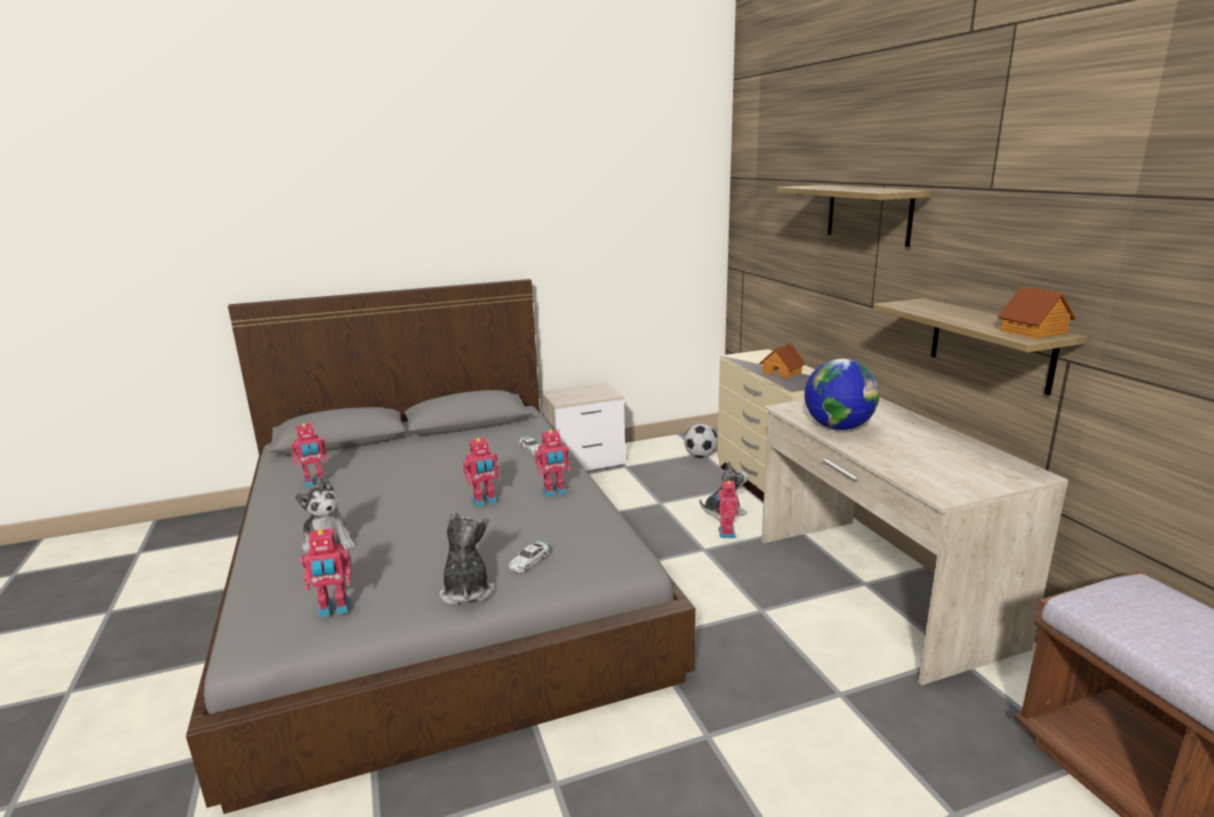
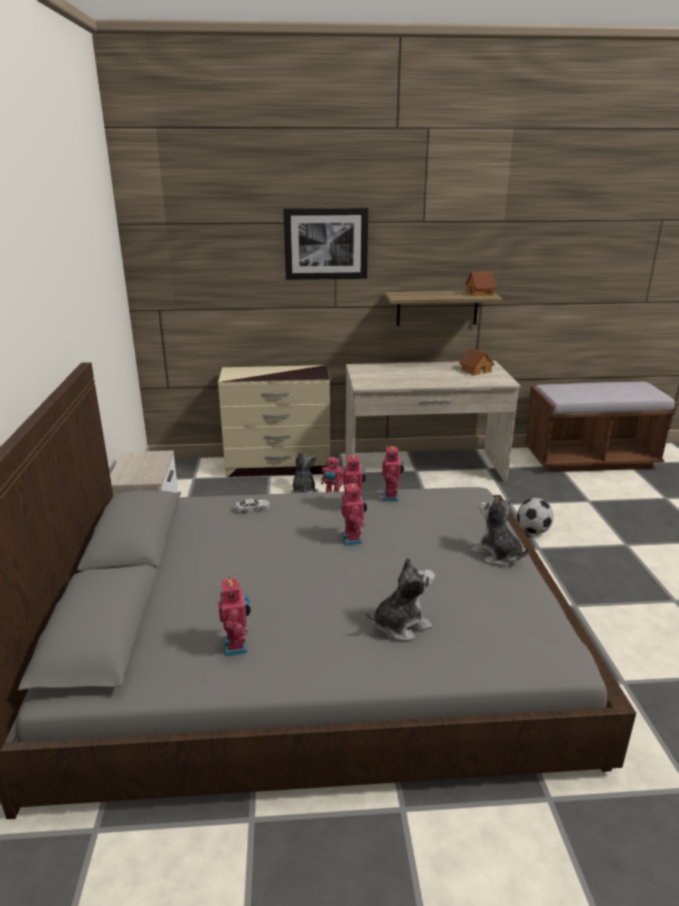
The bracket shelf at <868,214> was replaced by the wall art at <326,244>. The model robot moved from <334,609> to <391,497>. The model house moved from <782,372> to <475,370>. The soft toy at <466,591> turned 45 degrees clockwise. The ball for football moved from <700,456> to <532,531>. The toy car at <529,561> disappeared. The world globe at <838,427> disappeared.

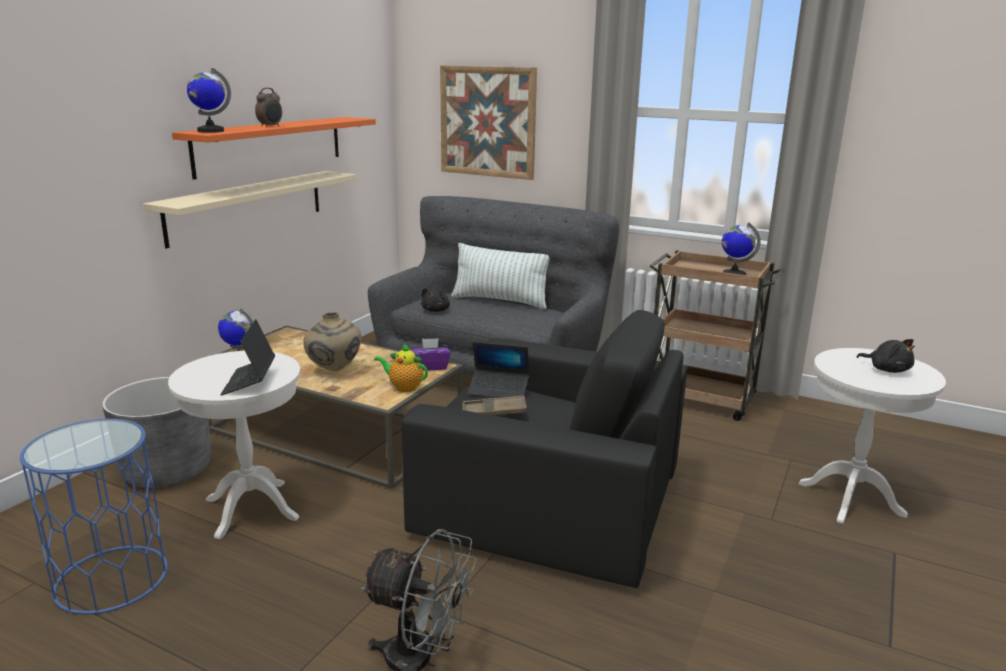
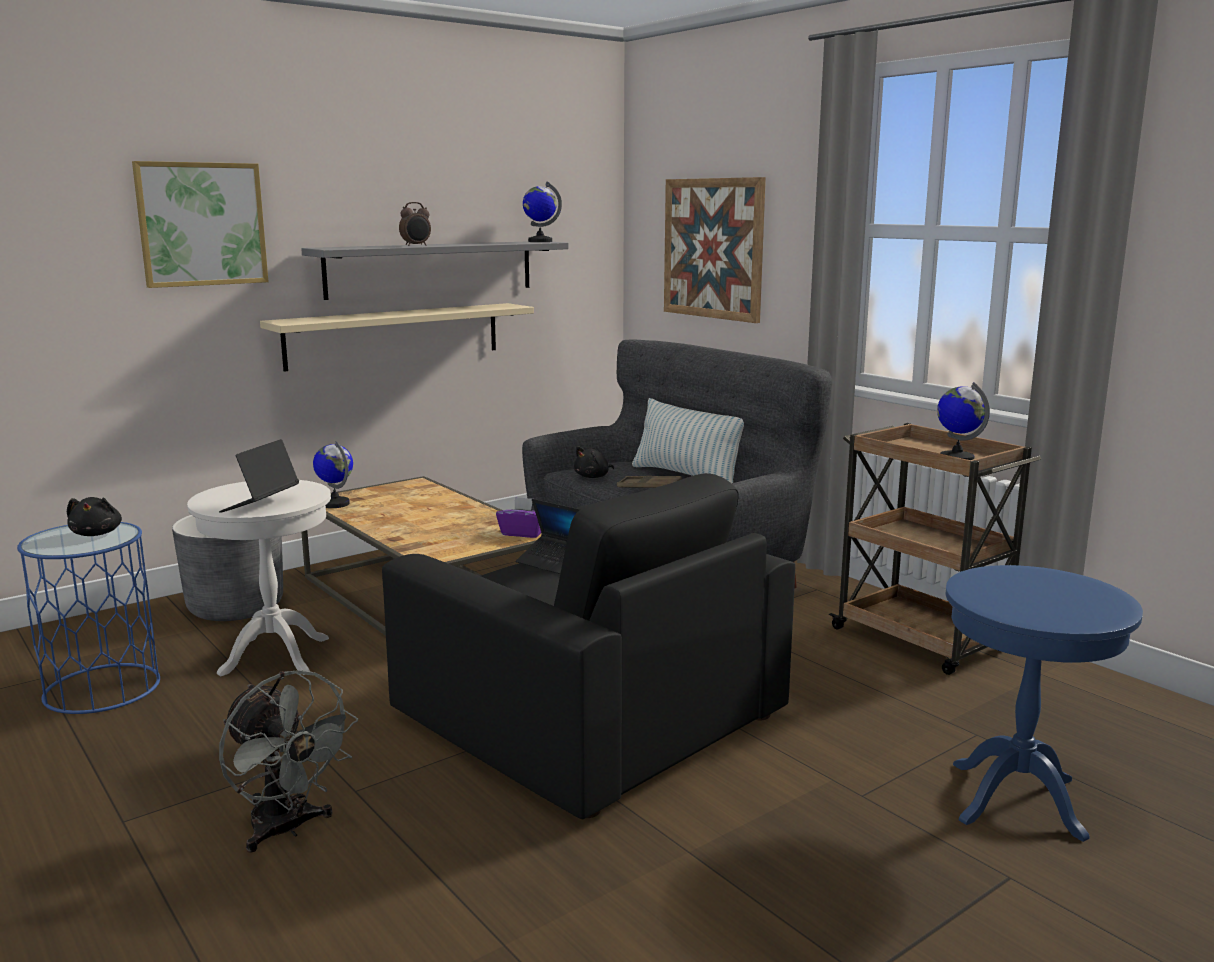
The soft toy (black-coloured) moved from <887,369> to <97,534>. The wall art at <202,224> appeared. The bracket shelf (orange-coloured) at <271,145> became the bracket shelf (gray) at <431,268>. The world globe moved from <210,131> to <540,241>. The carrying tray (brown) moved from <494,412> to <649,487>. The side table (white-coloured) at <851,499> became the side table (blue-coloured) at <1017,800>. The flower vase (beige) at <334,370> disappeared. The pot for tea at <404,387> disappeared.

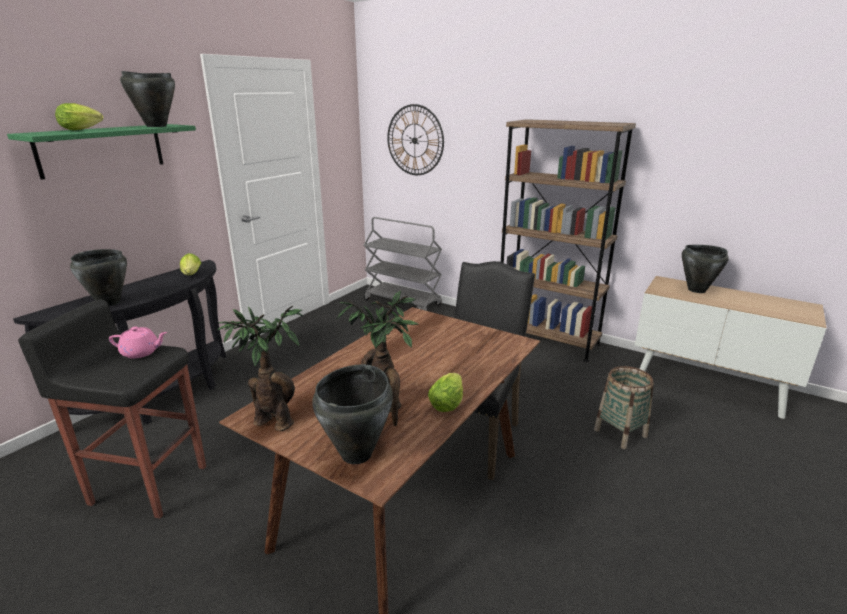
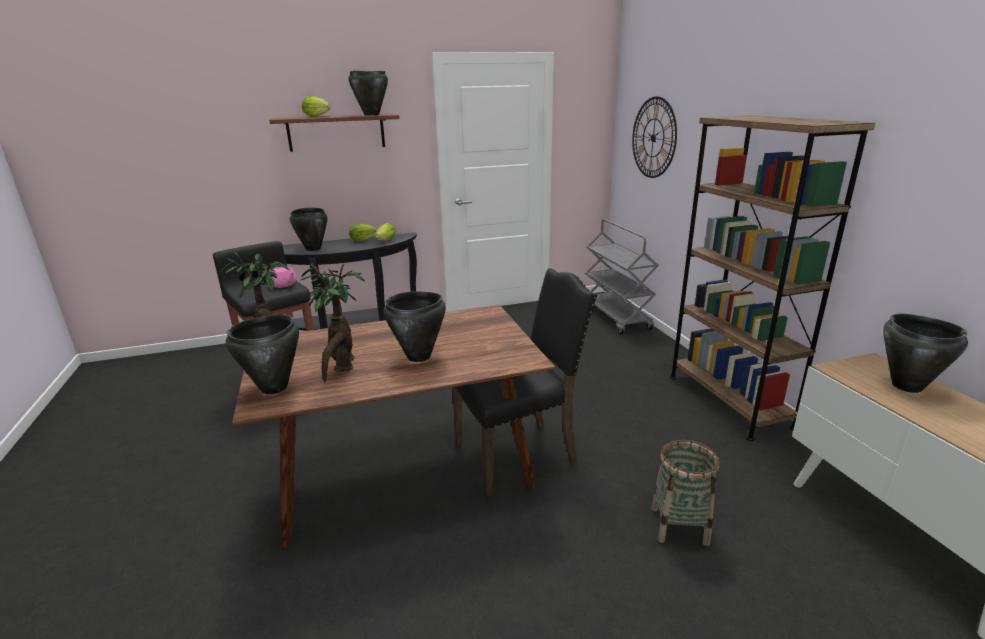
The bracket shelf (green) at <102,150> became the bracket shelf (brown) at <336,132>. The head of lettuce moved from <448,403> to <364,240>. The stockpot (black-coloured) at <419,357> appeared.

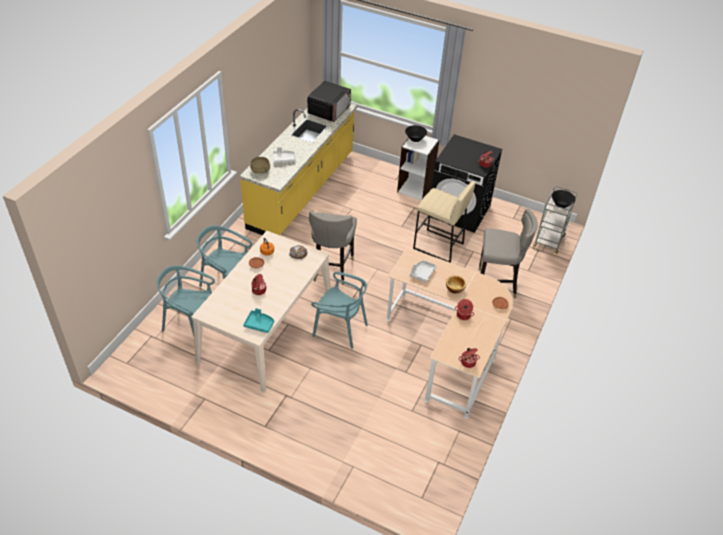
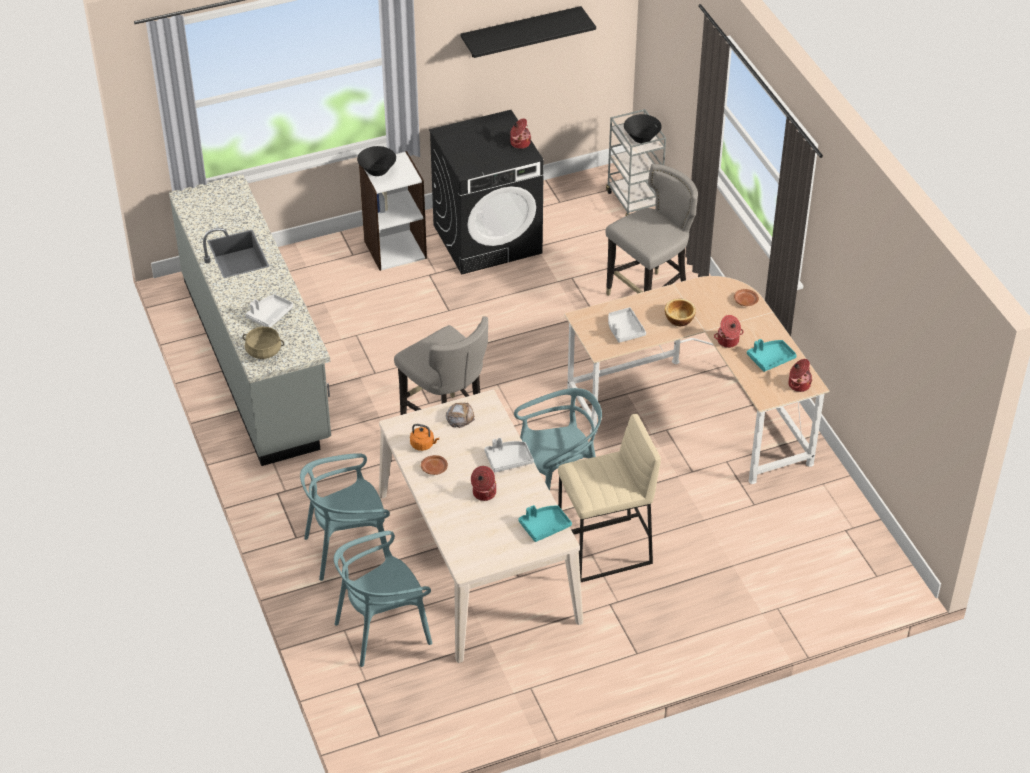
The kitchen base unit (yellow) at <302,190> became the kitchen base unit (gray) at <257,359>. The bracket shelf (black-coloured) at <521,32> appeared. The carrying tray (gray) at <508,459> appeared. The stool seat (beige) moved from <438,246> to <605,551>. The carrying tray (turquoise-coloured) at <770,359> appeared. The microwave at <329,110> disappeared.

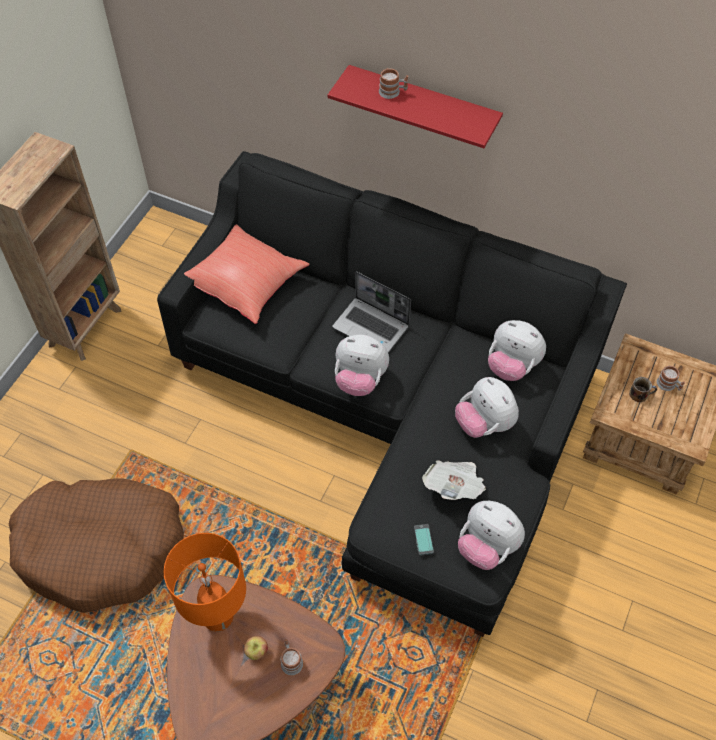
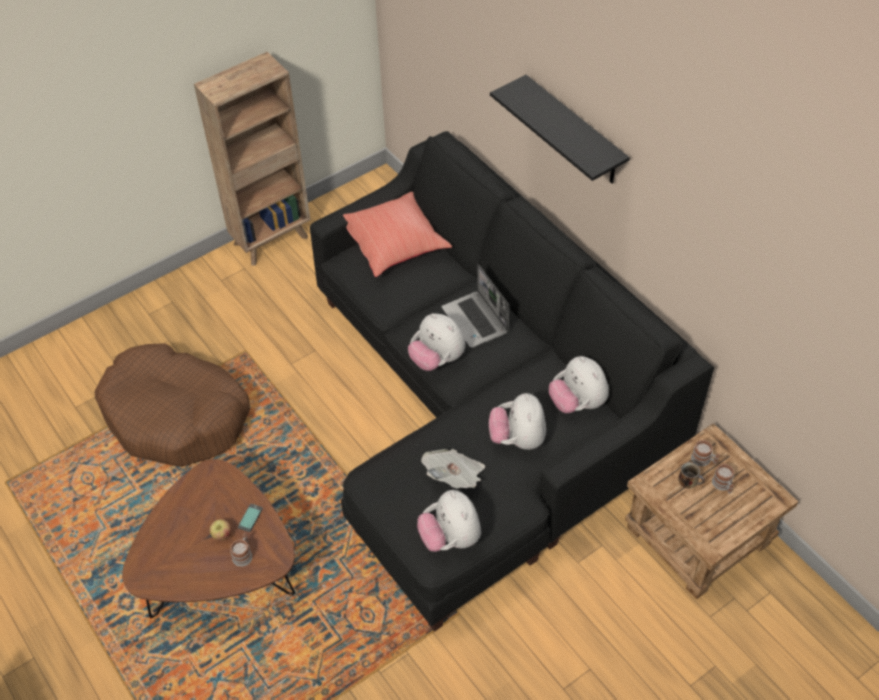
The handset moved from <423,539> to <250,518>. The bracket shelf (red-coloured) at <423,107> became the bracket shelf (black-coloured) at <574,132>. The mug moved from <393,92> to <704,460>. The lamp for a table (orange-coloured) at <217,618> disappeared.

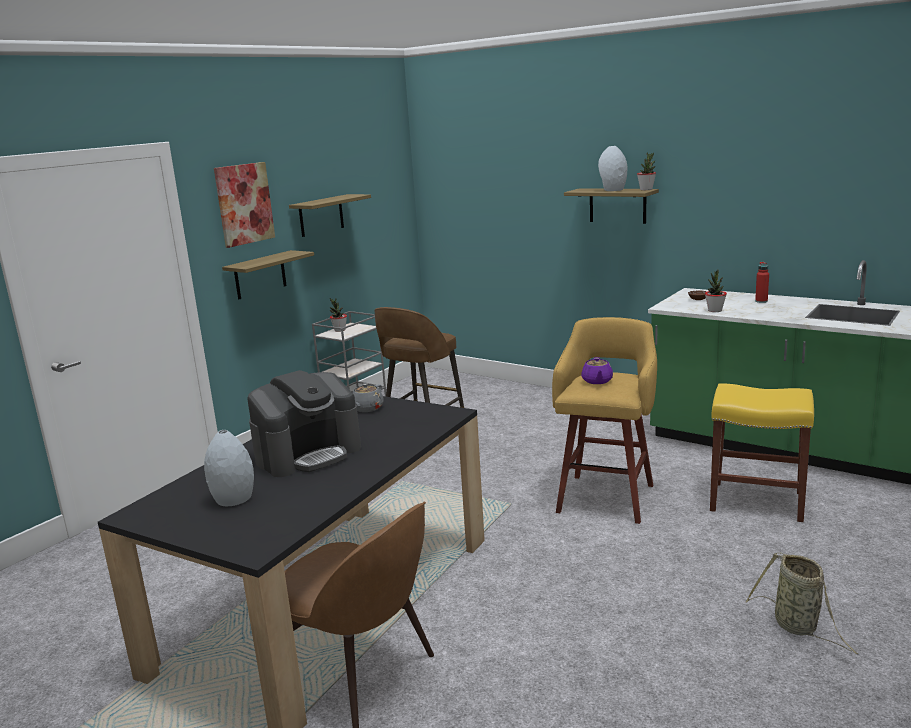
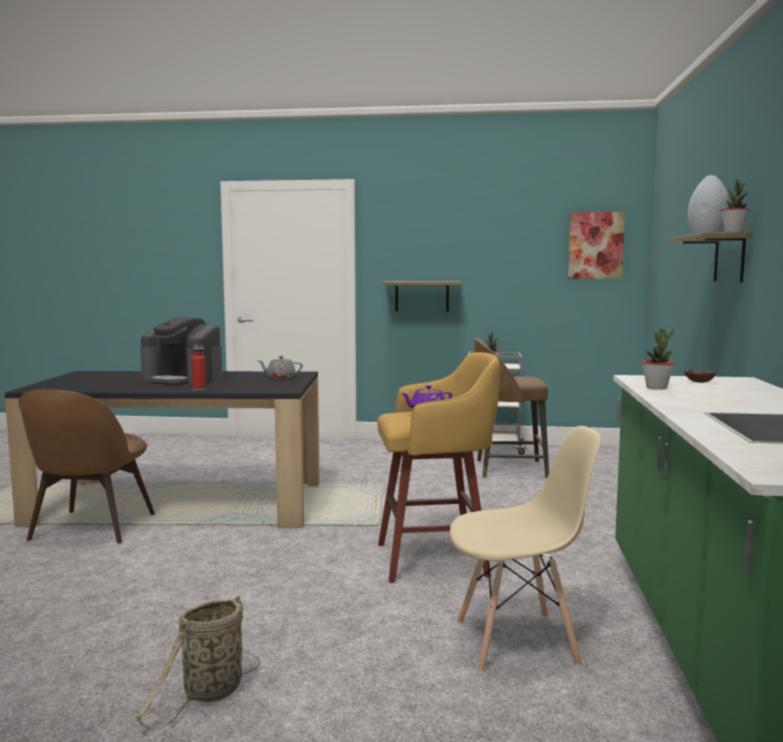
The drink bottle (red-coloured) moved from <761,301> to <199,389>. The stool seat (yellow) at <758,501> was replaced by the upright chair (beige) at <518,642>. The wall art moved from <244,204> to <595,245>. The flower vase (gray) at <232,499> disappeared. The bracket shelf at <321,215> disappeared.

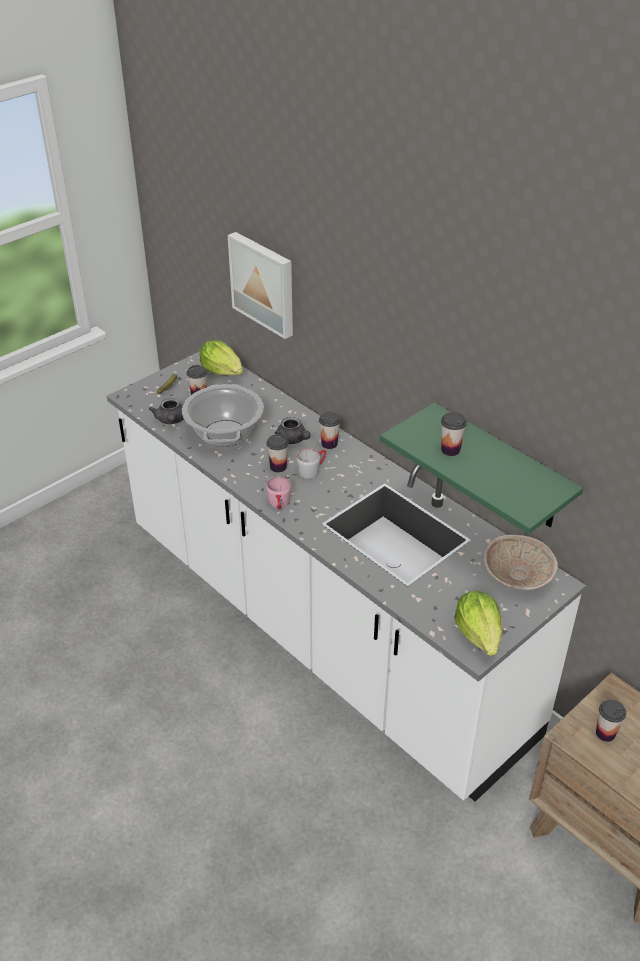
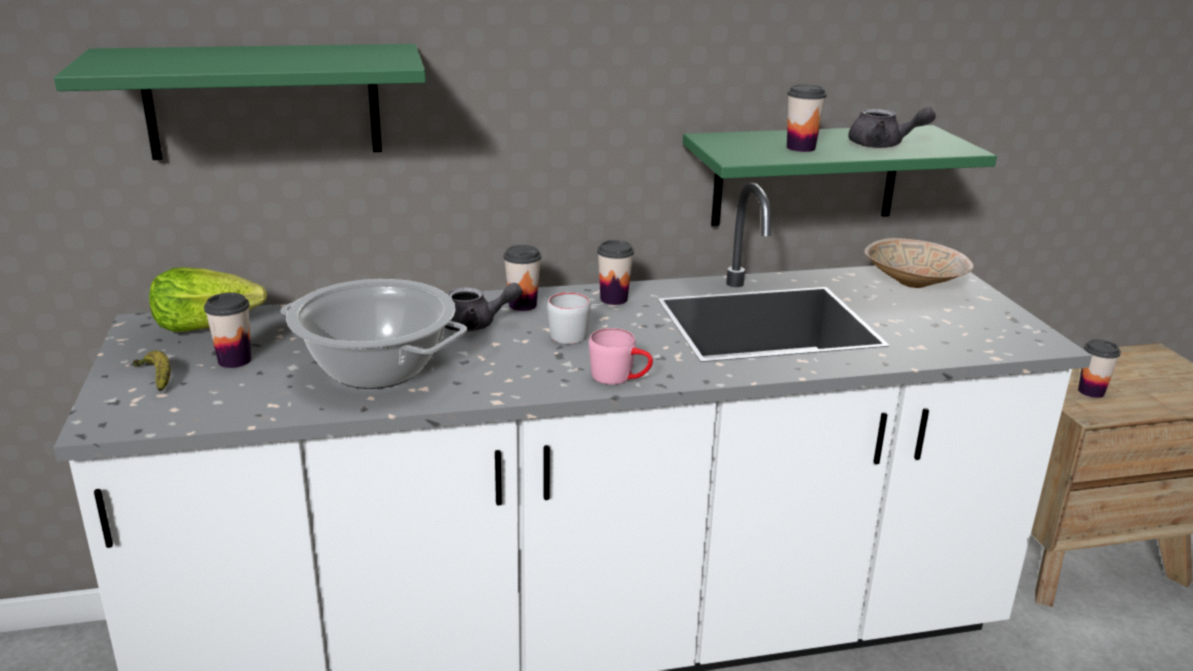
The wall art at <264,283> was replaced by the bracket shelf (green) at <263,101>. The drinking cup moved from <278,467> to <614,299>. The pot for tea (gray) moved from <171,420> to <883,145>. The head of lettuce at <479,635> disappeared.

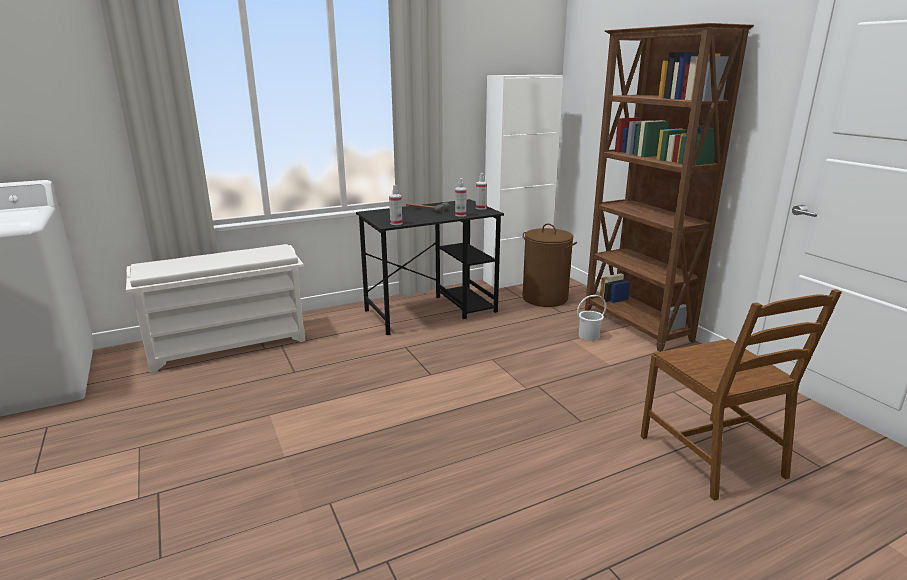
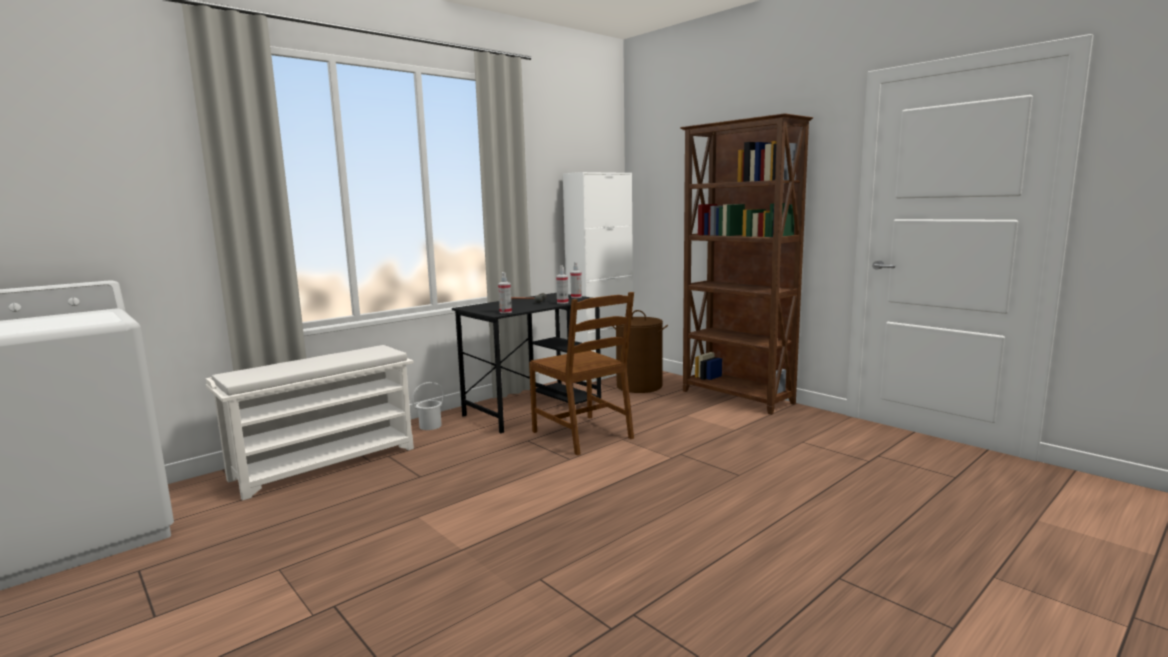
The water bucket (white-coloured) moved from <588,336> to <430,426>. The upright chair (brown) moved from <713,456> to <584,435>.

